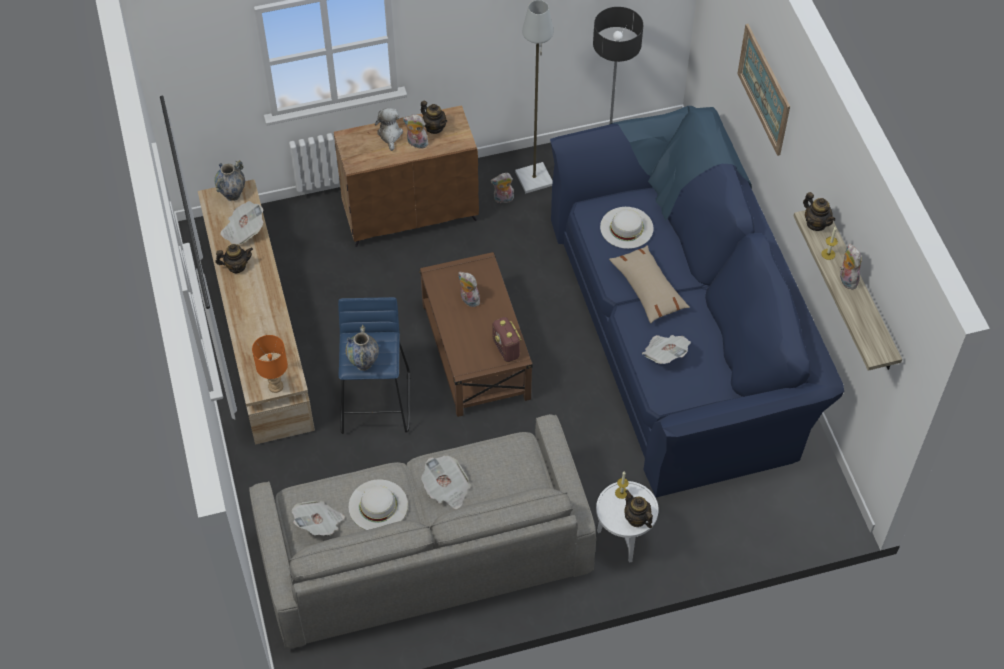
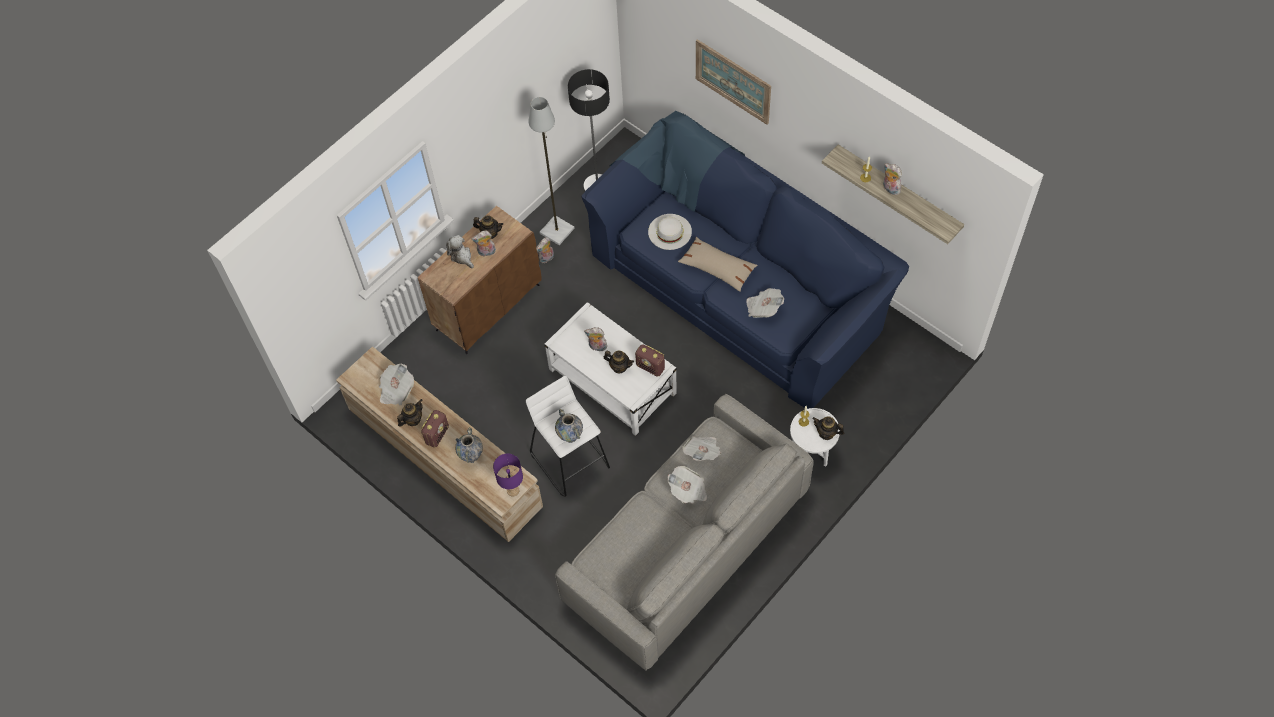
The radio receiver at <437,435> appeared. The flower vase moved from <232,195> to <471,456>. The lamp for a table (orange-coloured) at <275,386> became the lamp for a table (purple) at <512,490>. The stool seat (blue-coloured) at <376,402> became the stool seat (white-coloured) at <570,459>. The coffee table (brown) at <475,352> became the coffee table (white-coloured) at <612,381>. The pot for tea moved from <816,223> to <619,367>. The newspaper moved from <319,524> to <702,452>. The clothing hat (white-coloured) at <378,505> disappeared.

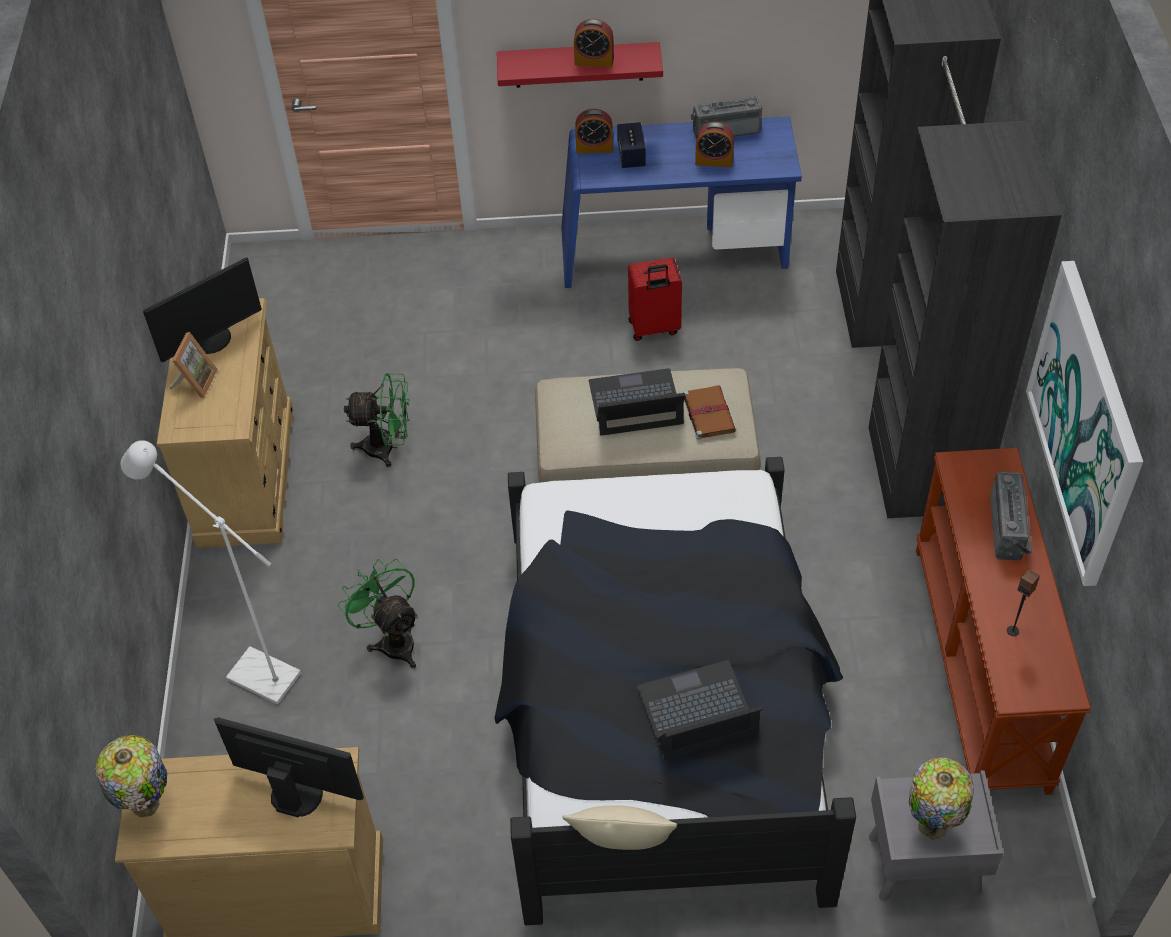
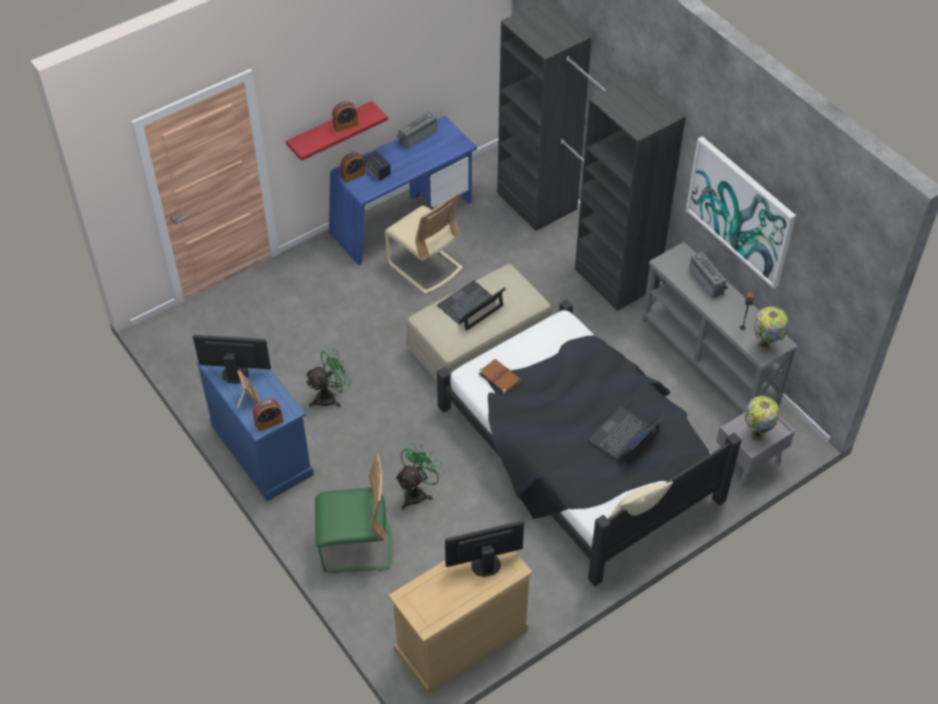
The computer display at <211,340> turned 105 degrees counterclockwise. The chest of drawers (beige) at <247,475> became the chest of drawers (blue-coloured) at <262,449>. The table clock moved from <714,161> to <269,422>. The floor lamp (white-coloured) at <253,671> was replaced by the upright chair (green) at <356,546>. The suitcase (red-coloured) at <654,328> was replaced by the upright chair (beige) at <425,266>. The cooling fan (green) at <393,639> turned 105 degrees clockwise. The bound book (brown) moved from <708,413> to <499,377>. The hall table (brown) at <982,666> became the hall table (gray) at <710,360>. The lamp for a table moved from <147,805> to <765,346>.

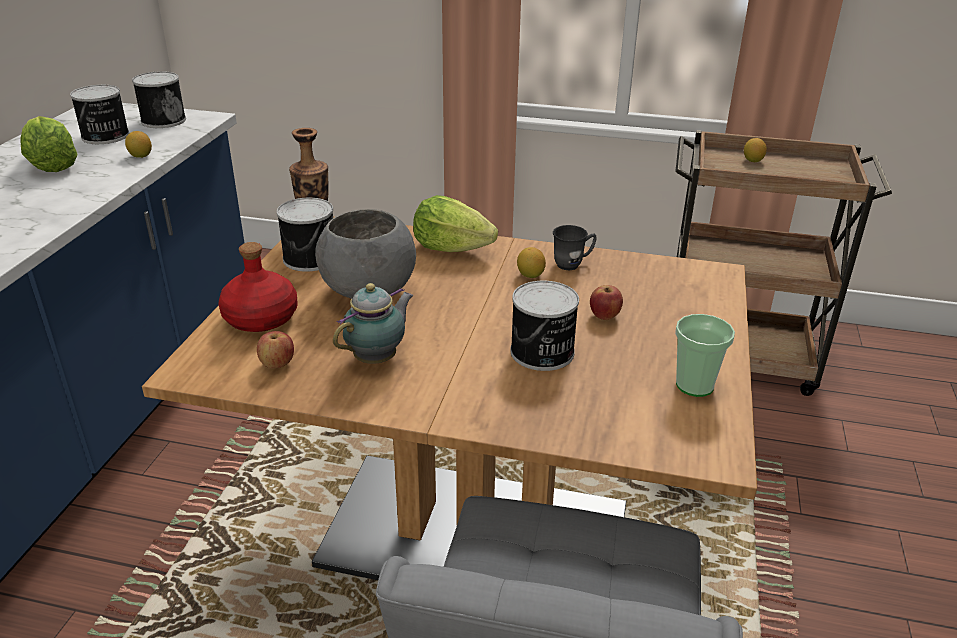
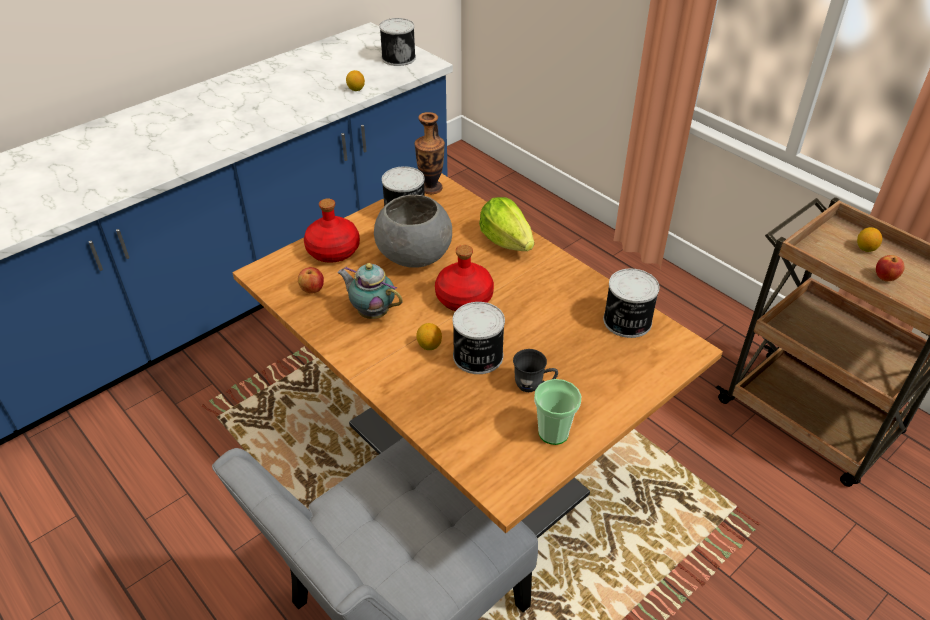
The pot for tea at <378,358> turned 135 degrees counterclockwise. The lemon moved from <530,275> to <429,346>. The drink bottle (red-coloured) at <464,298> appeared. The mug (gray) moved from <573,264> to <534,385>. The metal can moved from <105,136> to <627,322>. The whole apple moved from <605,316> to <885,278>. The head of lettuce at <52,165> disappeared.

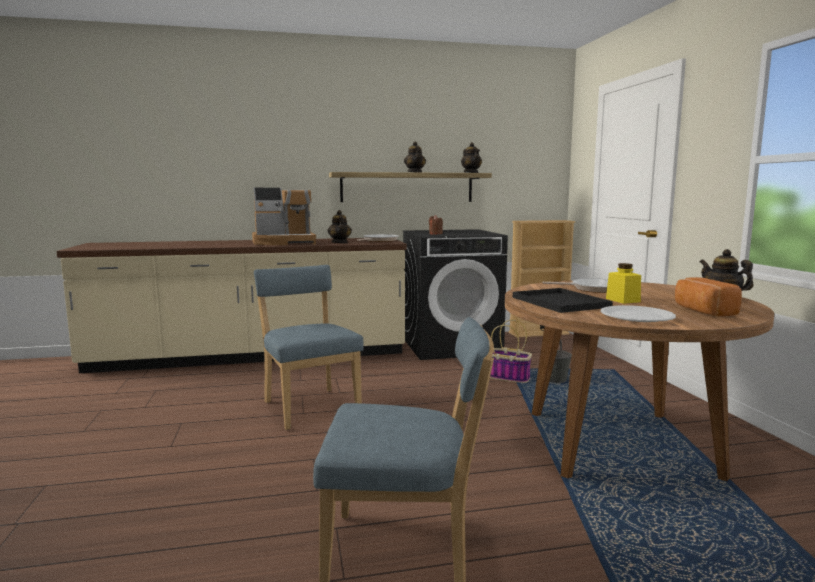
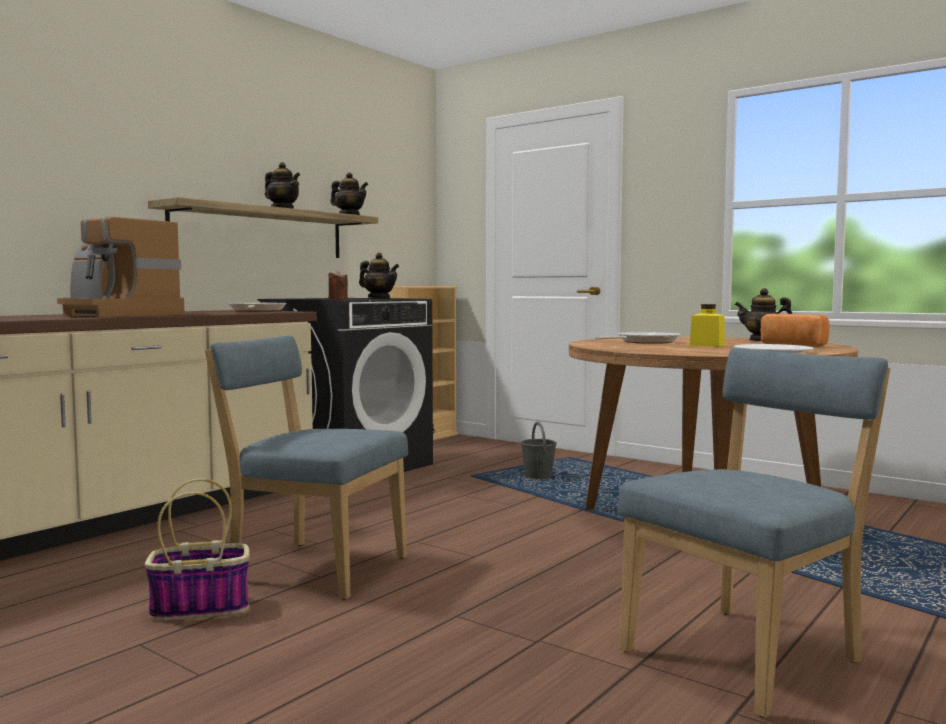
The coffee machine at <284,242> turned 90 degrees clockwise. The basket moved from <509,377> to <202,607>. The pot for tea moved from <340,242> to <379,298>. The carrying tray (black-coloured) at <558,302> disappeared.

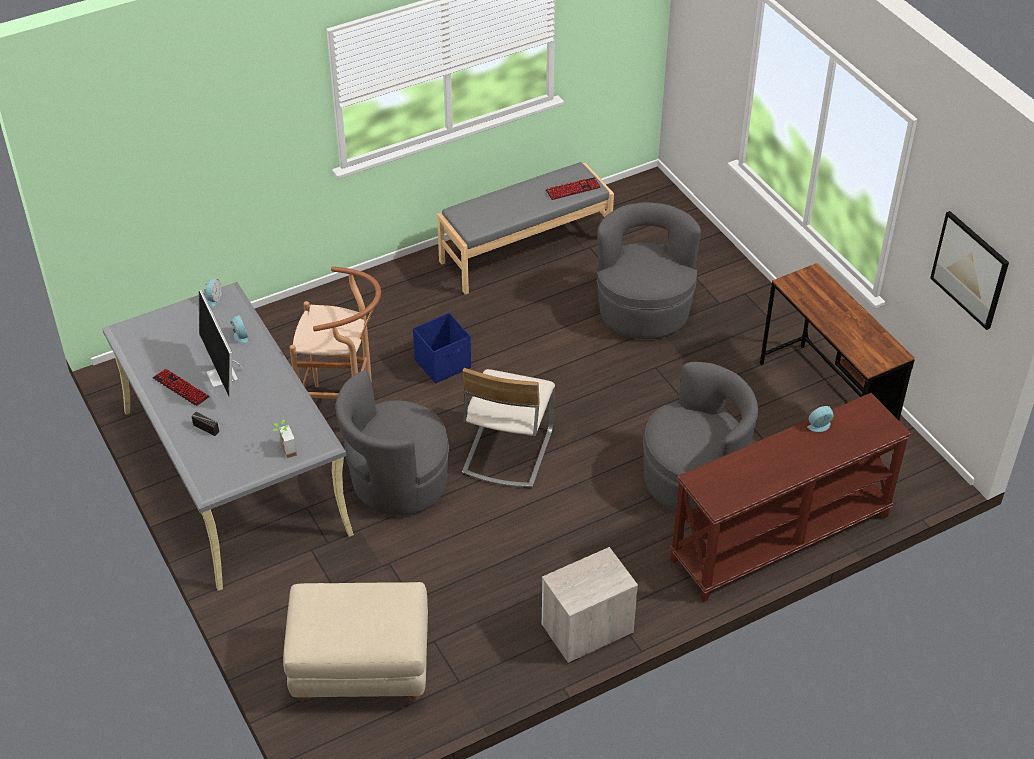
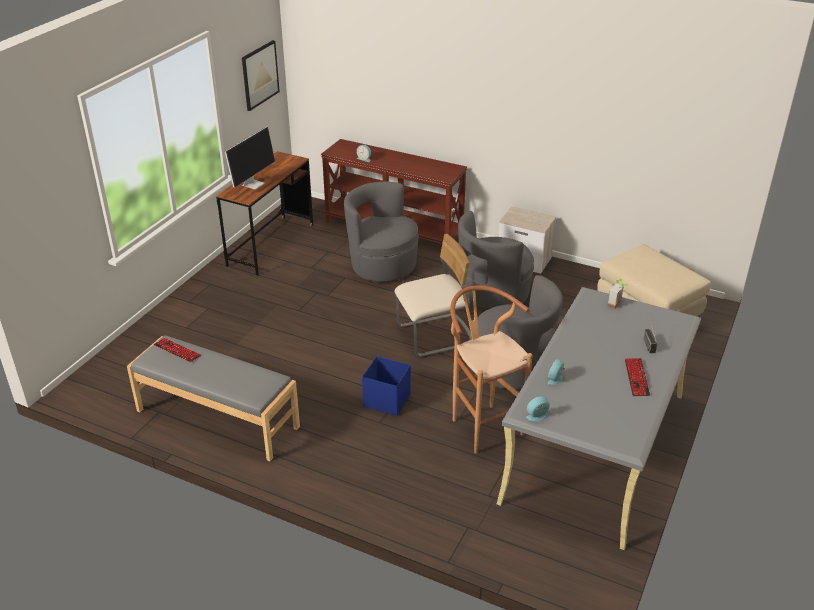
The computer display moved from <222,376> to <253,184>. The easy chair (gray) moved from <644,311> to <493,293>.

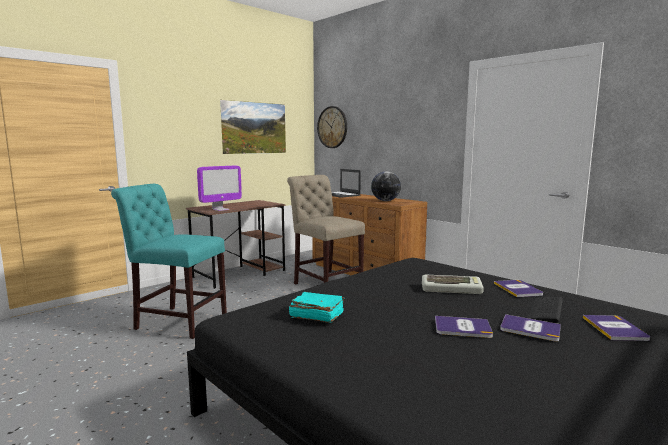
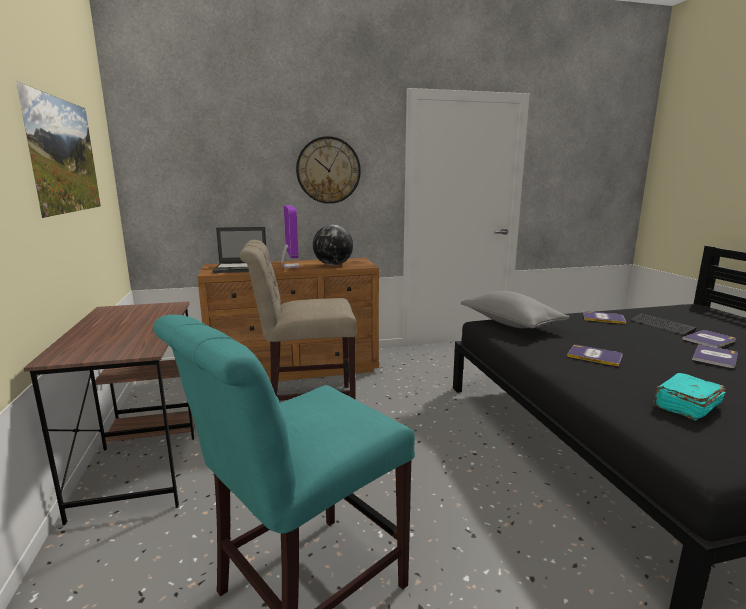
The computer display moved from <220,209> to <290,266>. The hanging clock moved from <332,127> to <328,170>. The throw pillow (gray) at <511,323> appeared. The bound book moved from <615,328> to <594,356>. The PC keyboard at <451,289> disappeared.

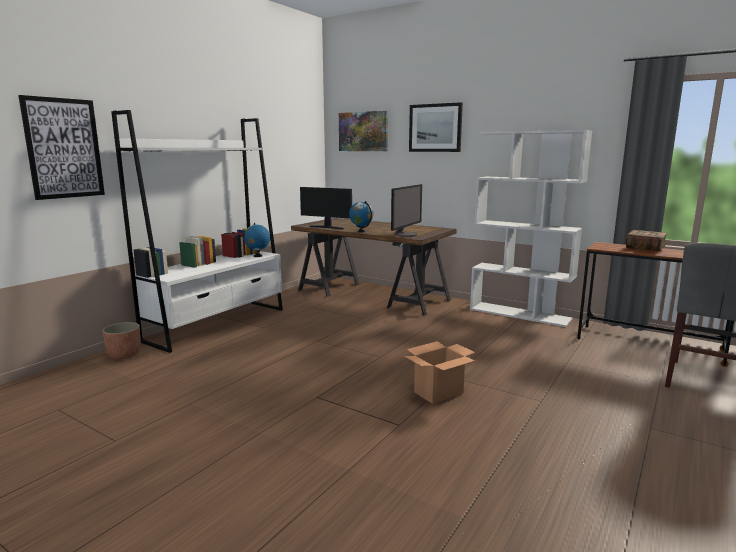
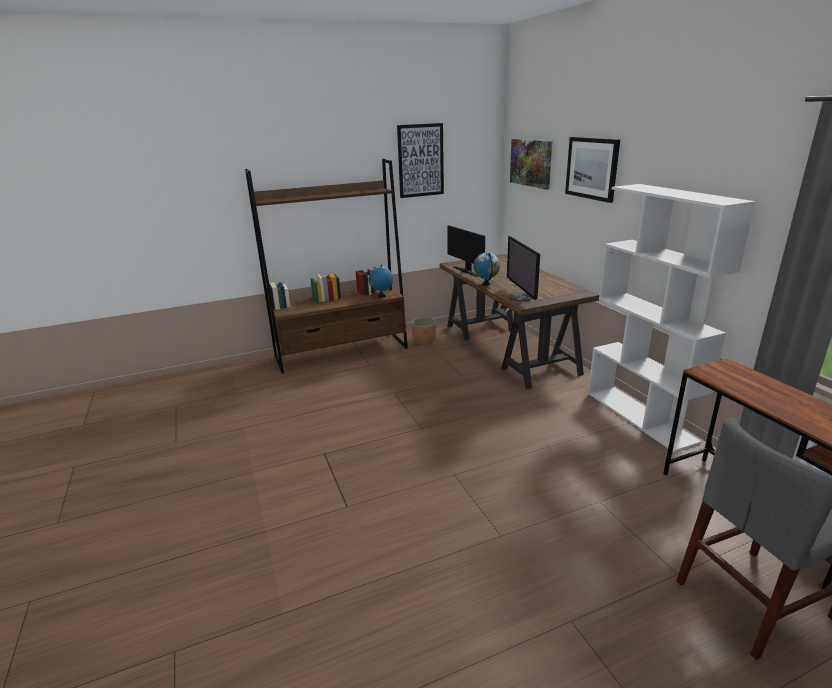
The shelving unit (white-coloured) at <217,324> became the shelving unit (brown) at <342,352>. The wall art moved from <64,148> to <420,160>. The flower pot moved from <124,355> to <424,341>. The computer display at <406,234> turned 105 degrees clockwise. The packing box at <439,392> disappeared. The bound book at <645,248> disappeared.

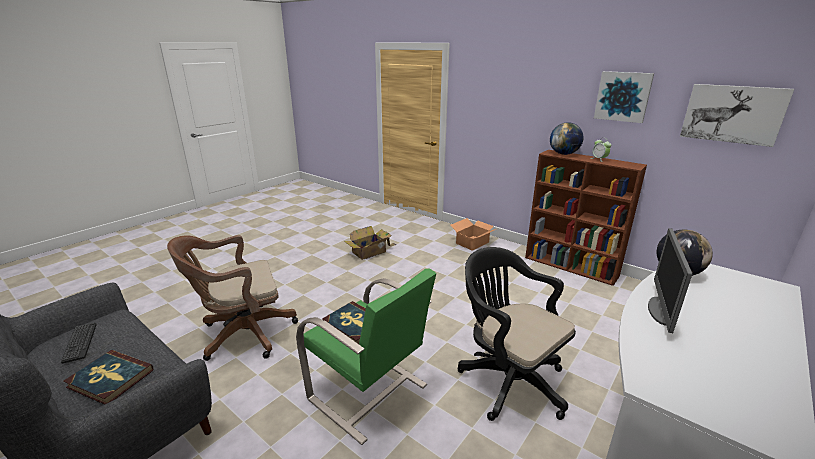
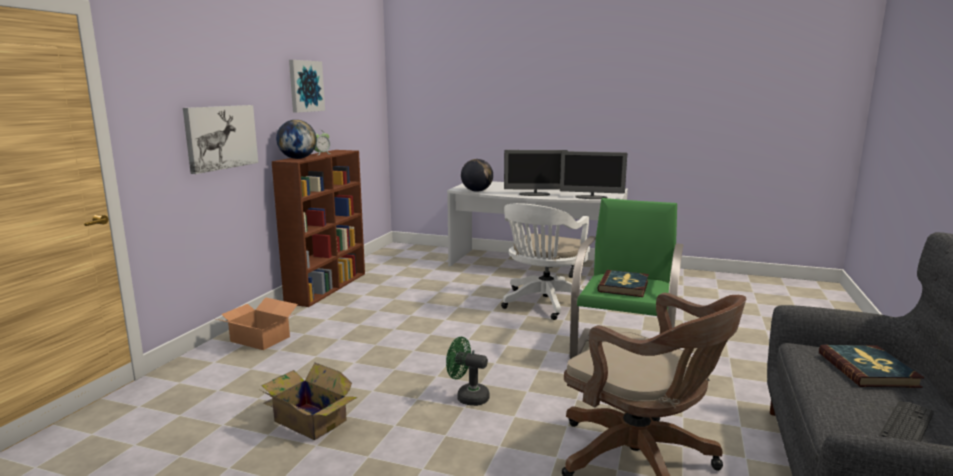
The wall art moved from <732,114> to <221,137>. The cooling fan (green) at <467,397> appeared. The office chair (black-coloured) at <508,379> became the office chair (white-coloured) at <543,304>. The computer display at <591,197> appeared.

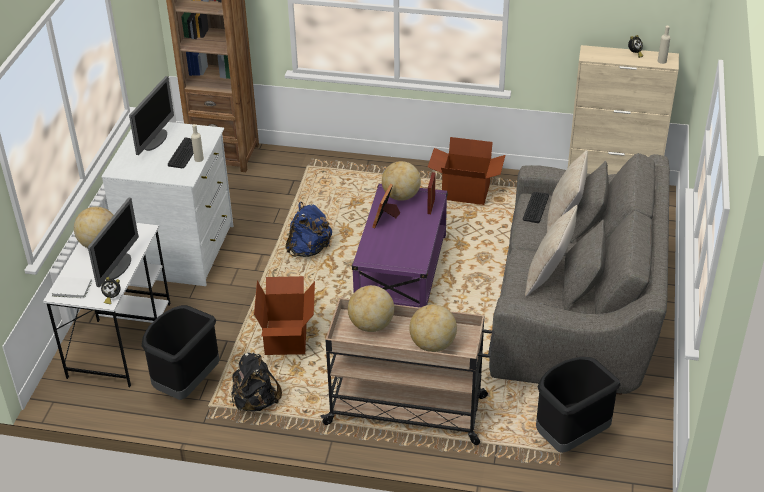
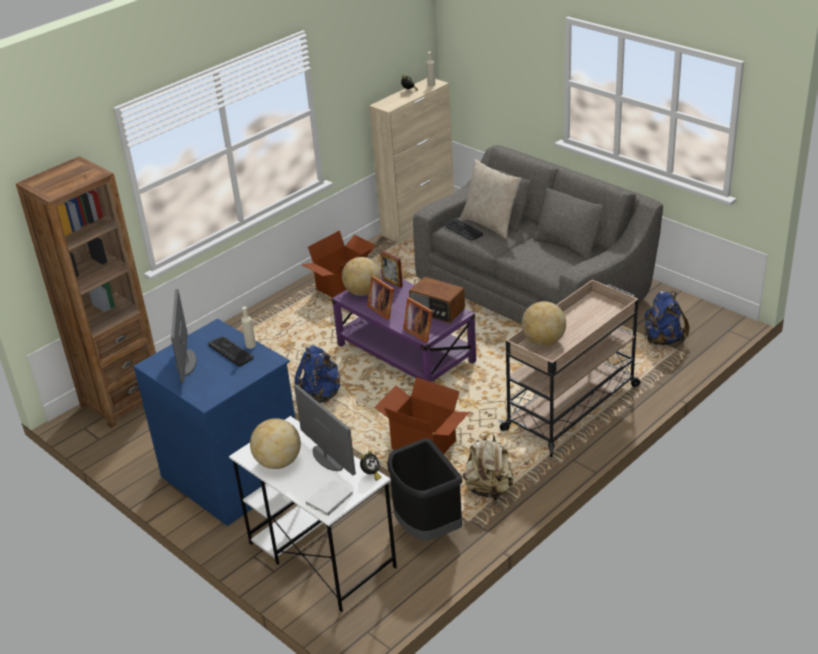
The chest of drawers (white-coloured) at <181,251> became the chest of drawers (blue-coloured) at <234,473>. The computer display at <155,140> turned 150 degrees counterclockwise. The photo frame at <419,332> appeared. The radio receiver at <437,311> appeared. The backpack (black-coloured) at <255,402> became the backpack (beige) at <489,489>. The waste bin (black-coloured) at <569,436> was replaced by the backpack (blue-coloured) at <663,340>. The world globe at <432,345> disappeared. The throw pillow (beige) at <548,276> disappeared.

